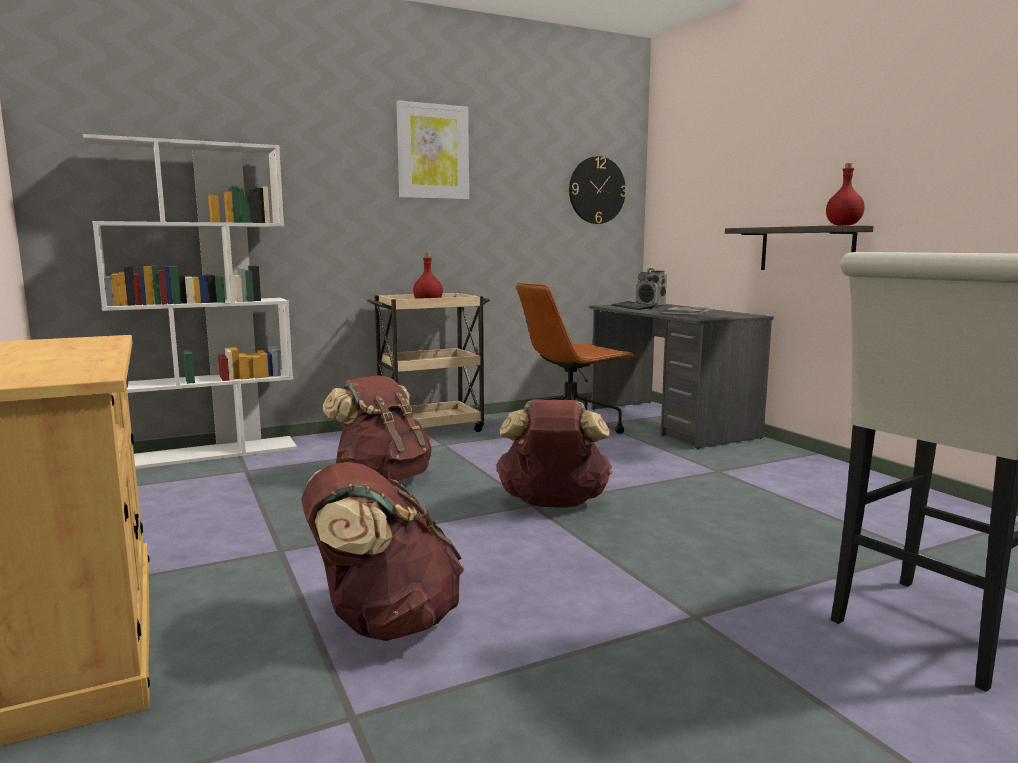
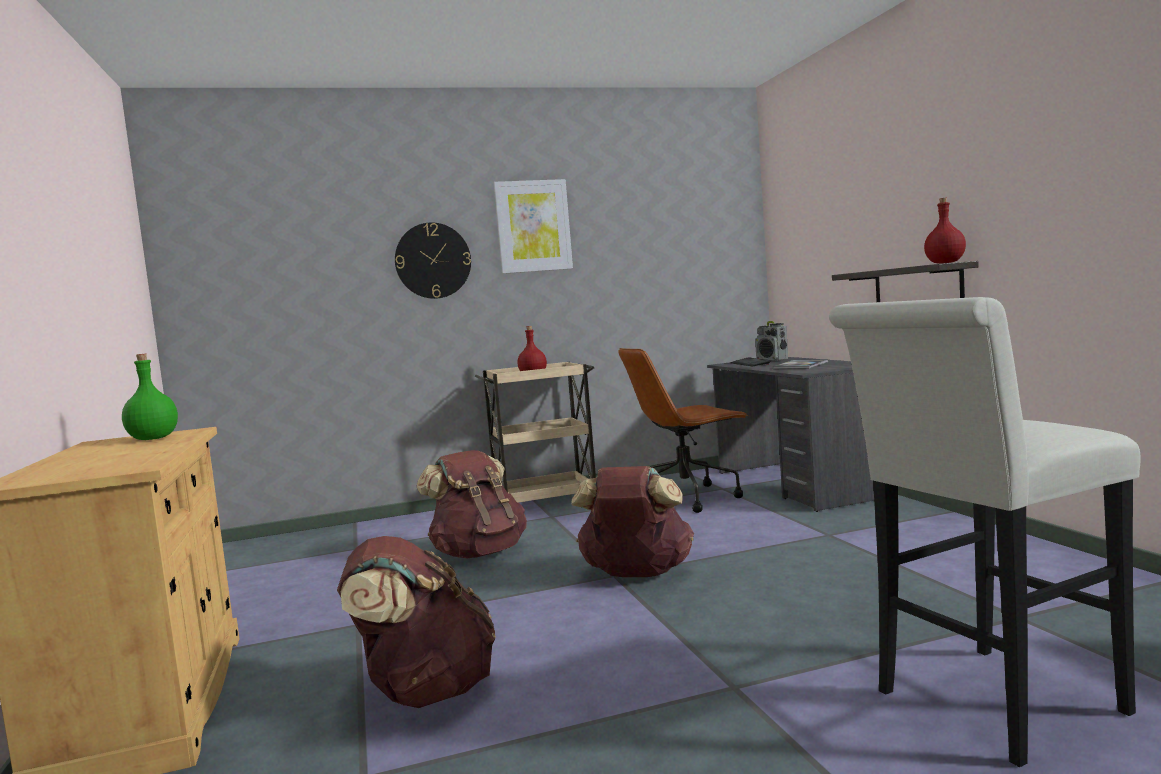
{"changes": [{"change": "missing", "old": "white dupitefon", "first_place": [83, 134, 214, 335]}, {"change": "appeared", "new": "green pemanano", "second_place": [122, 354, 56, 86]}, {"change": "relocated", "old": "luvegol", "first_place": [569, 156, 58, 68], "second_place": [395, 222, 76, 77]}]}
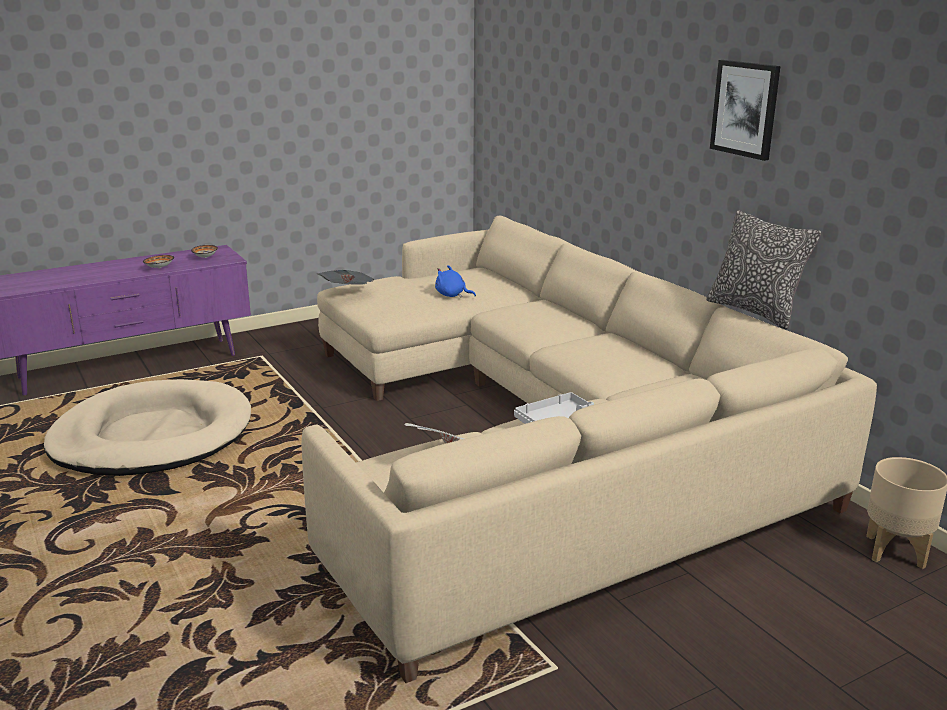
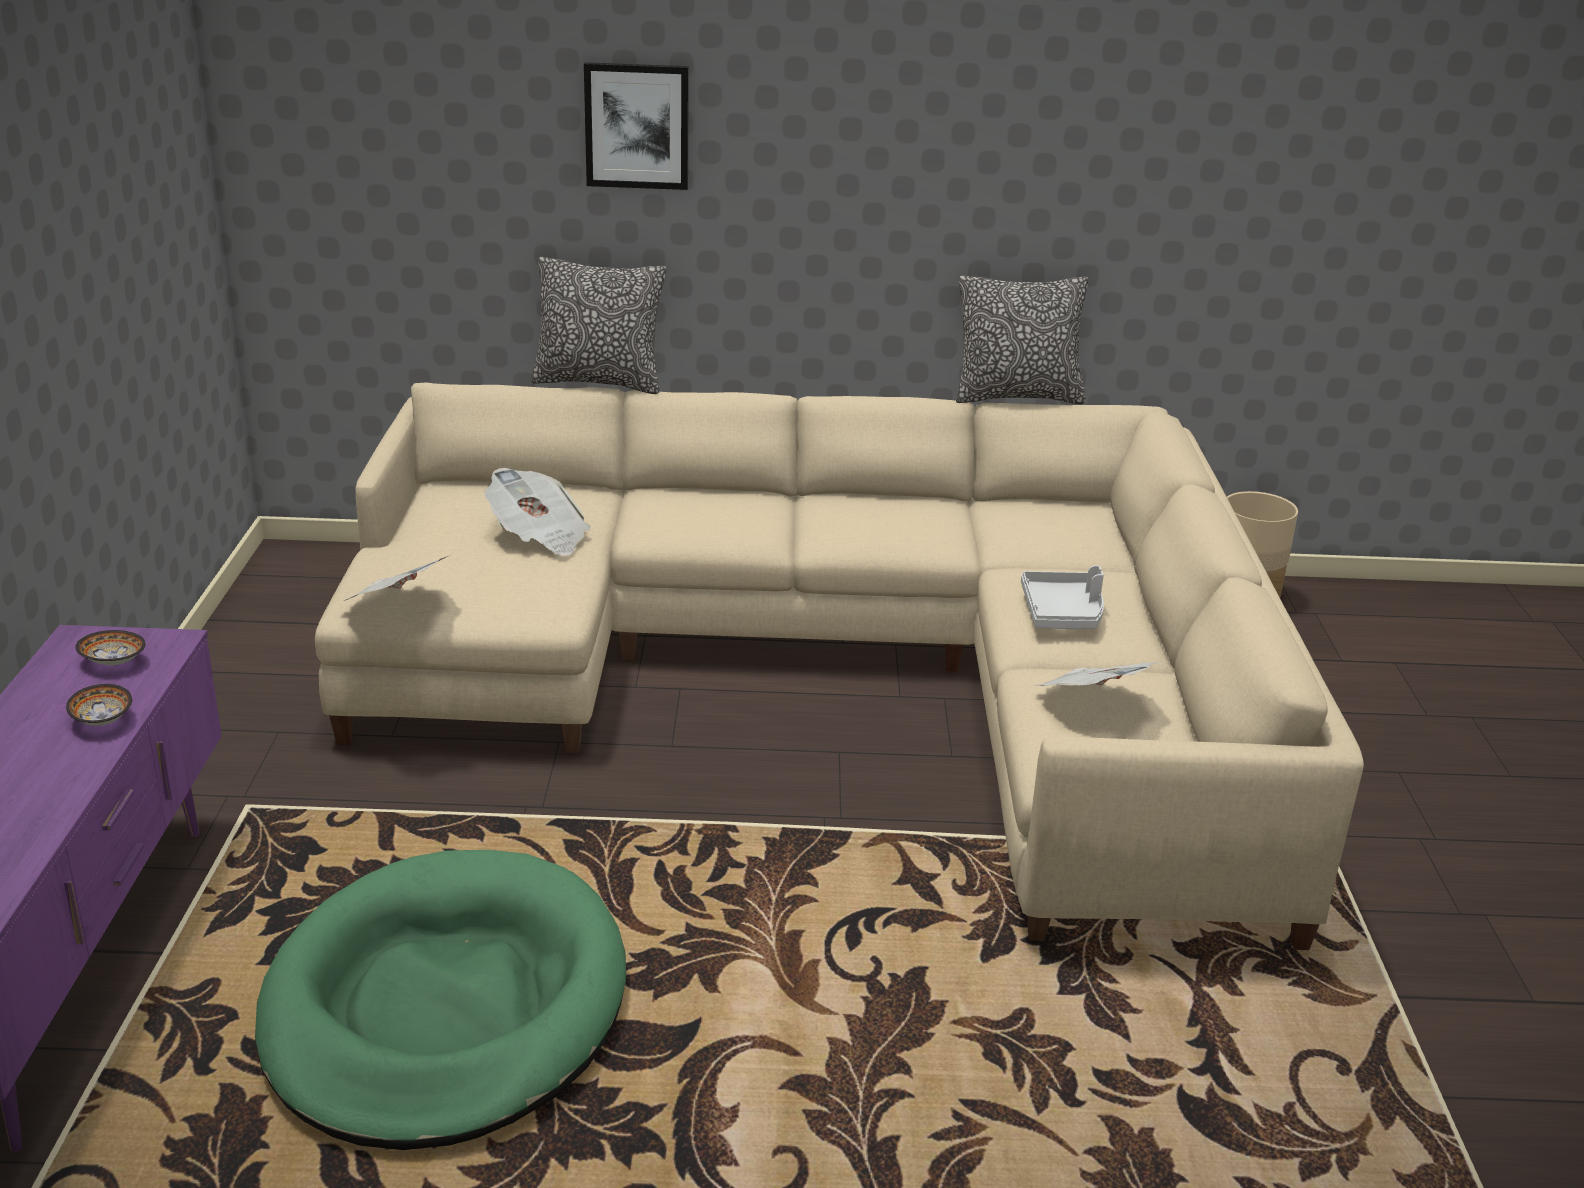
{"changes": [{"change": "appeared", "new": "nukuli", "second_place": [531, 257, 135, 137]}, {"change": "relocated", "old": "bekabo", "first_place": [710, 60, 71, 101], "second_place": [584, 62, 105, 128]}, {"change": "exchanged", "old": "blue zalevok", "new": "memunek", "first_place": [435, 265, 41, 33], "second_place": [484, 468, 107, 88]}, {"change": "colour", "old": "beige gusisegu", "new": "green gusisegu", "first_place": [44, 379, 207, 97], "second_place": [255, 850, 371, 300]}]}
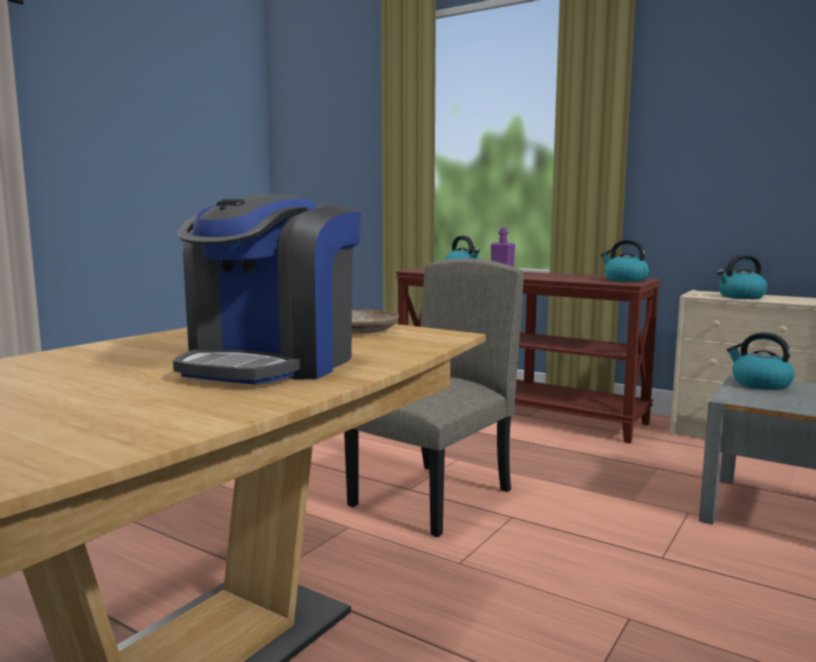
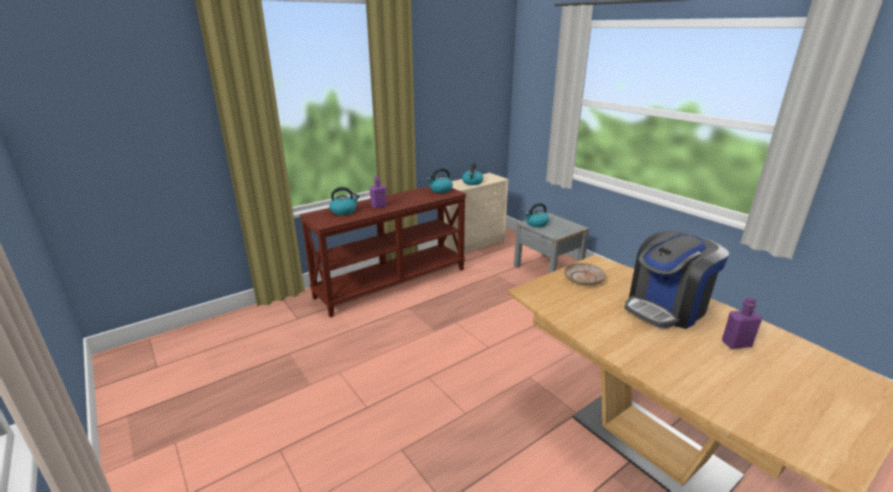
{"changes": [{"change": "missing", "old": "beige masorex", "first_place": [344, 258, 180, 279]}, {"change": "appeared", "new": "purple pemanano", "second_place": [722, 297, 40, 52]}, {"change": "spun", "old": "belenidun", "first_place": [173, 194, 188, 190], "second_place": [624, 231, 105, 98], "degrees": 105}]}
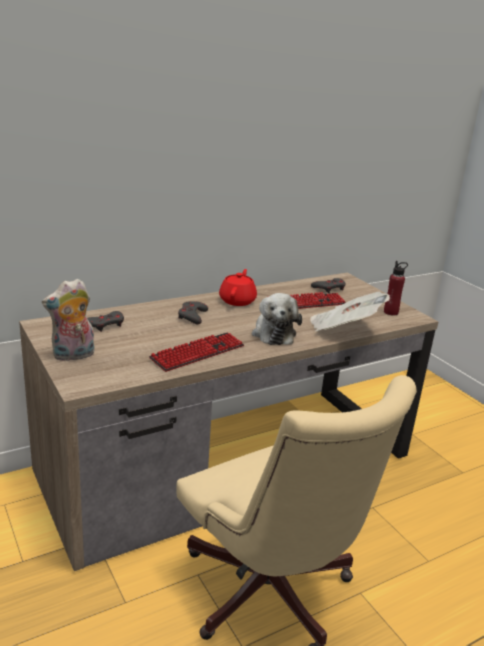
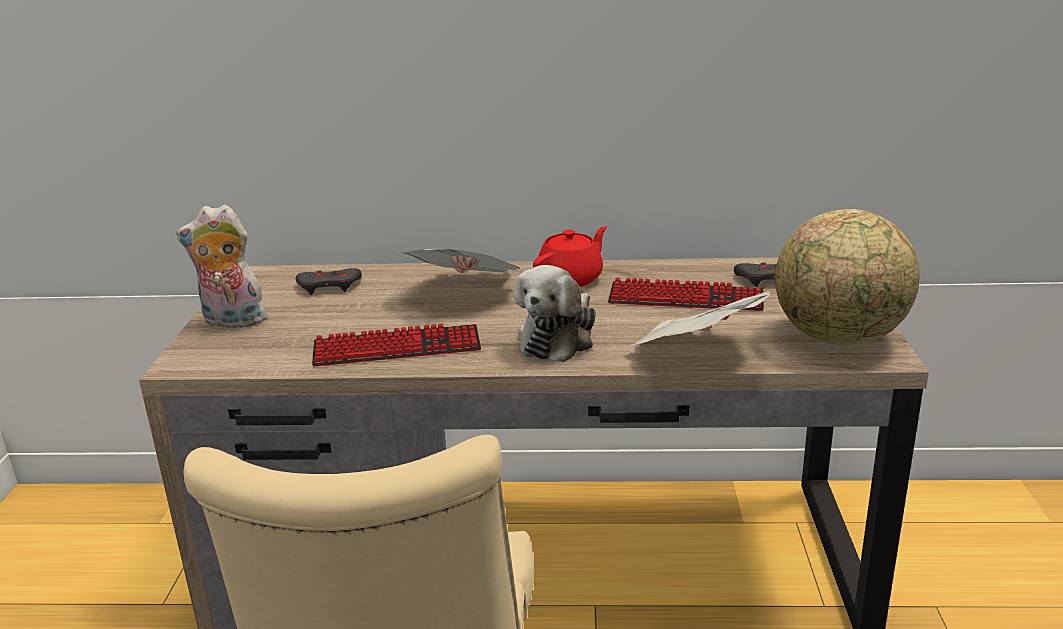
{"changes": [{"change": "exchanged", "old": "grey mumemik", "new": "memunek", "first_place": [178, 301, 30, 23], "second_place": [399, 249, 122, 24]}, {"change": "exchanged", "old": "red pemanano", "new": "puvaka", "first_place": [384, 261, 24, 55], "second_place": [775, 209, 145, 137]}]}
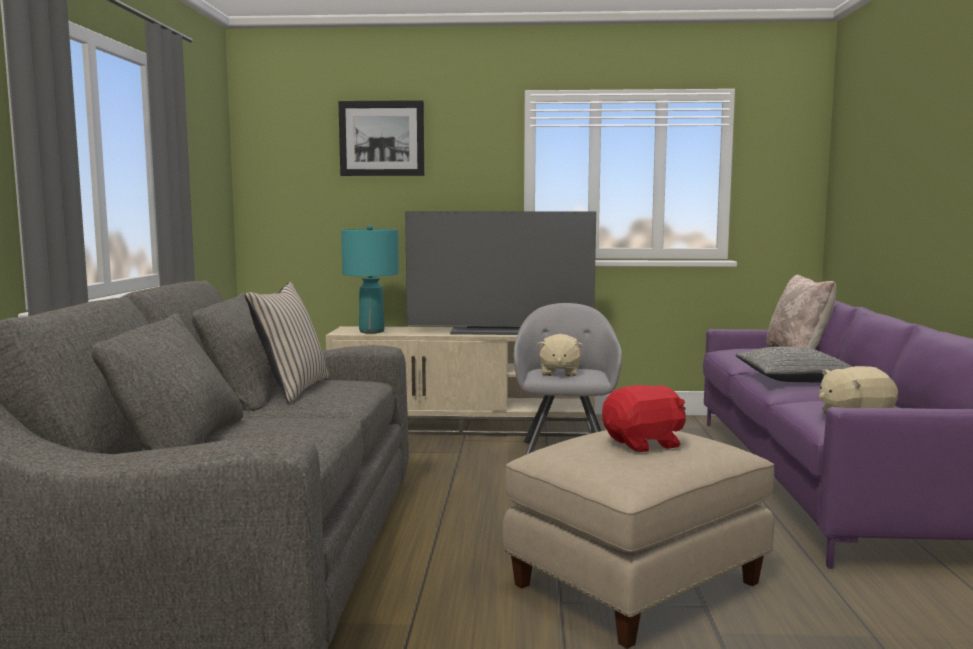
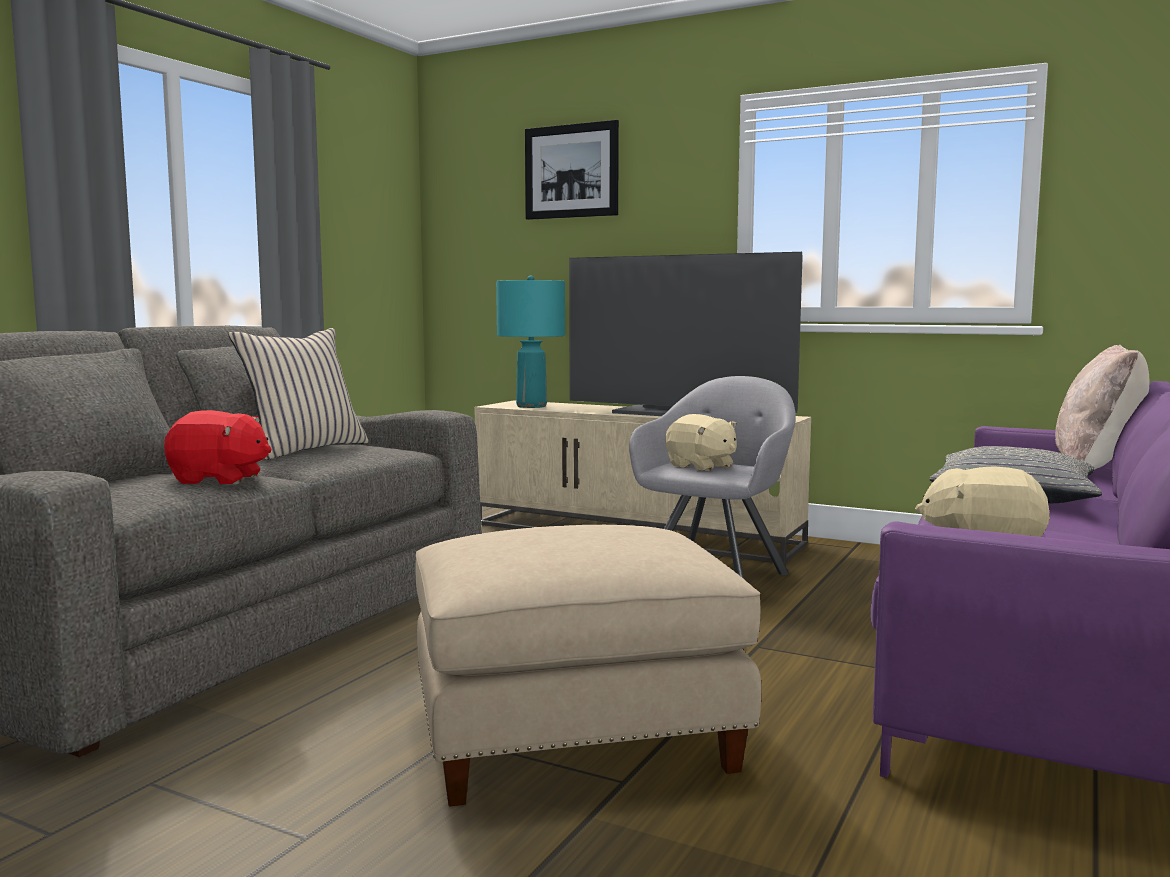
{"changes": [{"change": "relocated", "old": "red zalevok", "first_place": [602, 385, 84, 67], "second_place": [164, 410, 108, 75]}, {"change": "spun", "old": "beige zalevok", "first_place": [537, 334, 46, 43], "second_place": [665, 414, 72, 57], "degrees": -75}]}
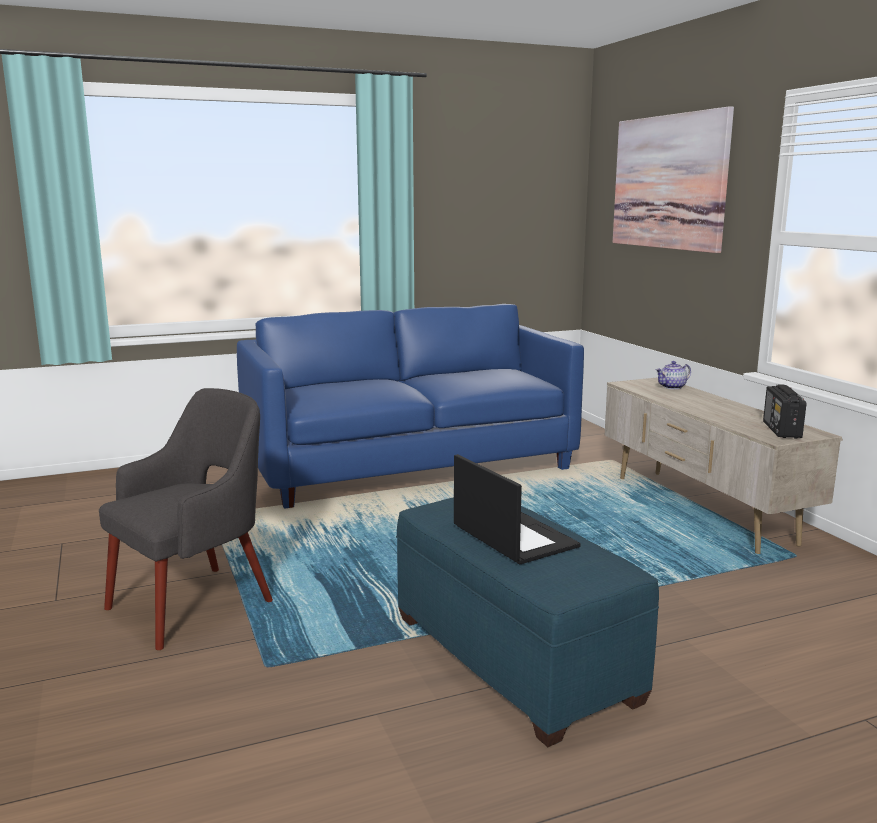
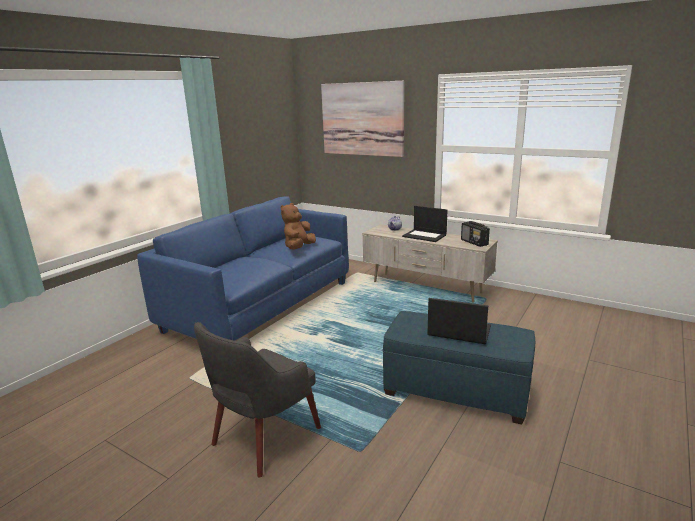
{"changes": [{"change": "appeared", "new": "brown zalevok", "second_place": [281, 203, 35, 47]}, {"change": "appeared", "new": "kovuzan", "second_place": [402, 206, 46, 36]}, {"change": "spun", "old": "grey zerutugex", "first_place": [99, 388, 174, 262], "second_place": [194, 322, 127, 156], "degrees": -150}]}
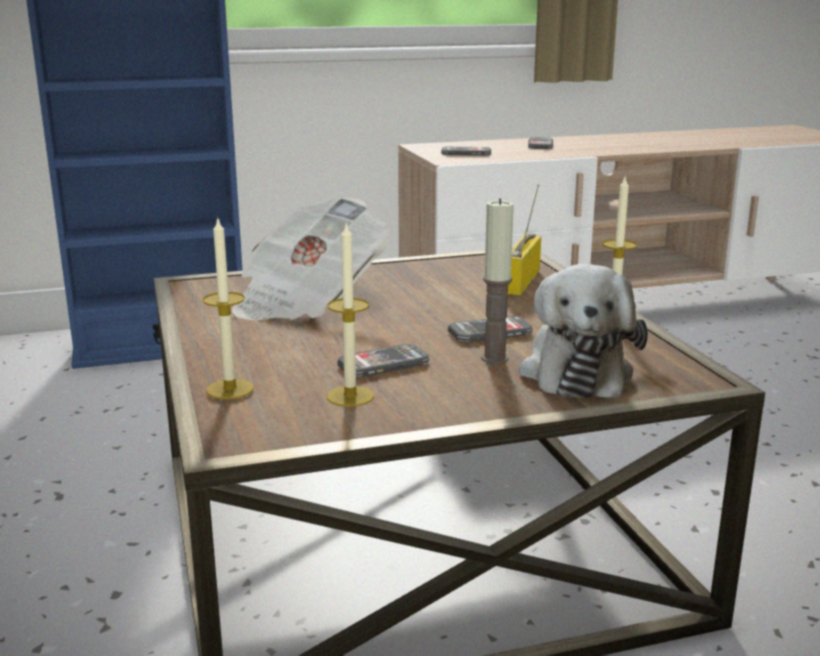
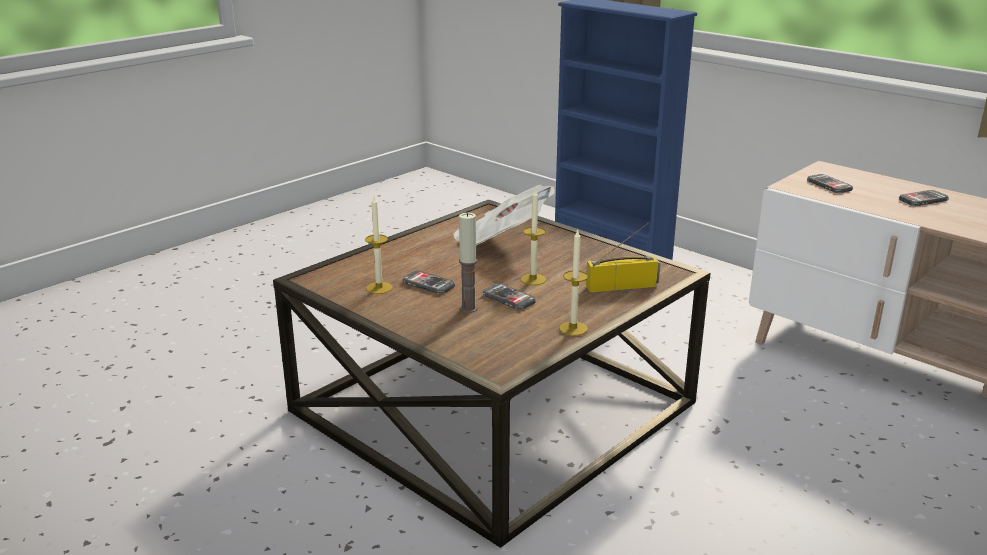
{"changes": [{"change": "missing", "old": "zalevok", "first_place": [519, 264, 129, 134]}, {"change": "relocated", "old": "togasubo", "first_place": [203, 216, 51, 183], "second_place": [520, 190, 26, 95]}]}
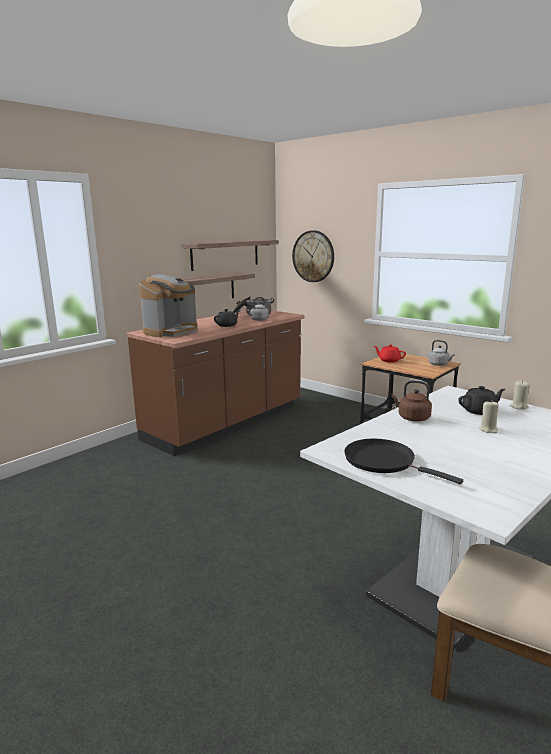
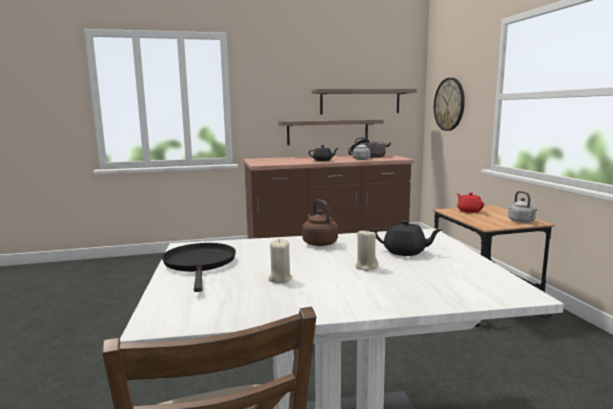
{"changes": [{"change": "missing", "old": "belenidun", "first_place": [139, 274, 58, 63]}, {"change": "relocated", "old": "beige togasubo", "first_place": [509, 380, 21, 30], "second_place": [268, 239, 24, 44]}]}
